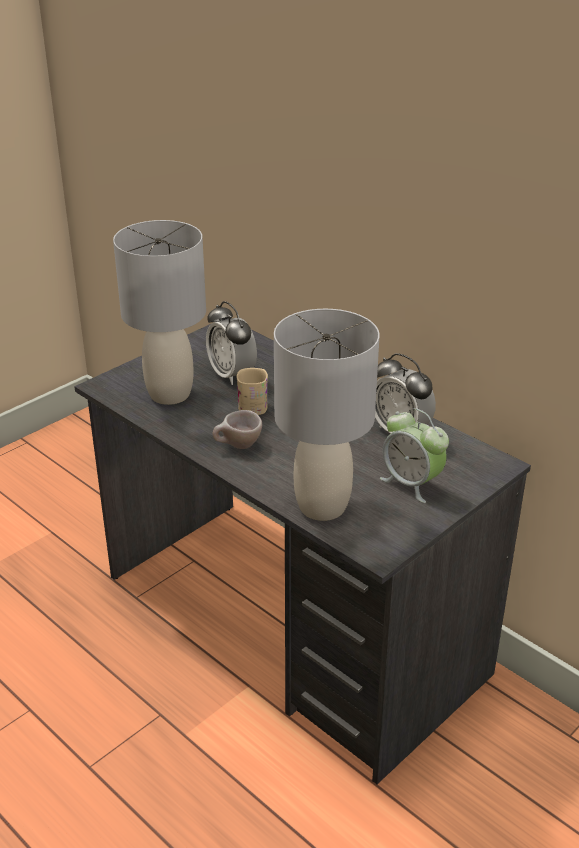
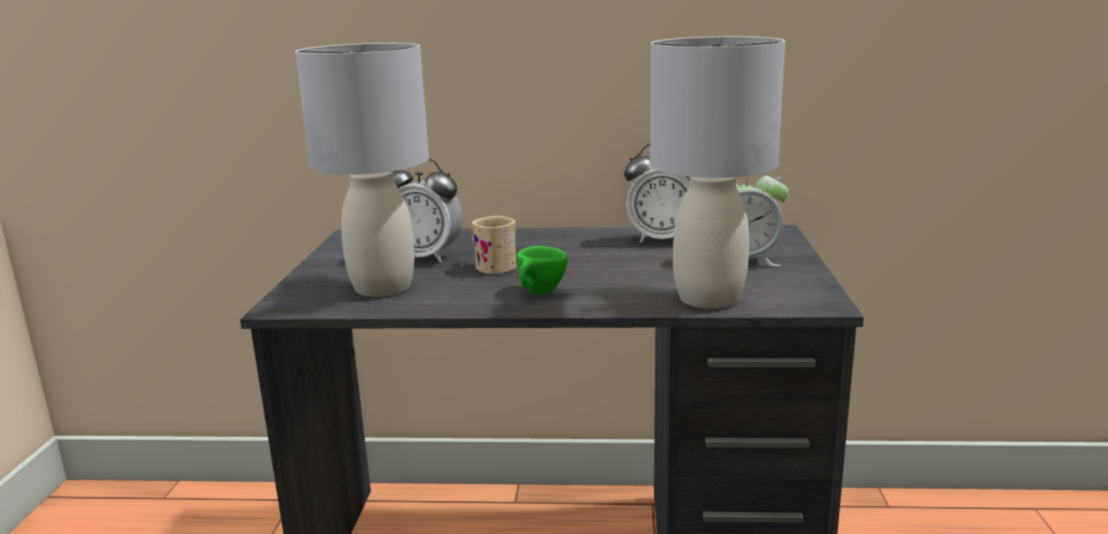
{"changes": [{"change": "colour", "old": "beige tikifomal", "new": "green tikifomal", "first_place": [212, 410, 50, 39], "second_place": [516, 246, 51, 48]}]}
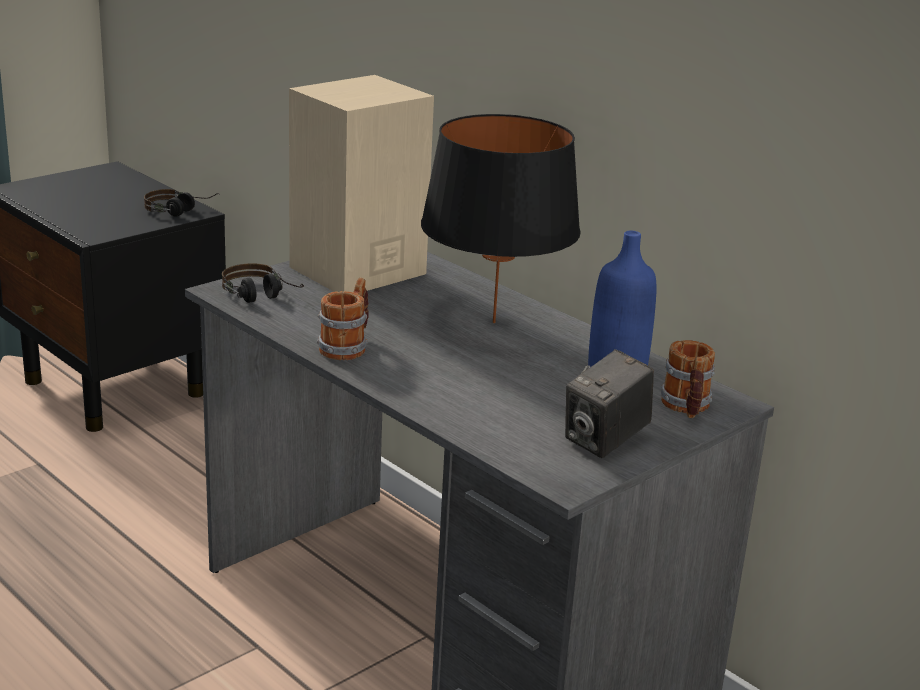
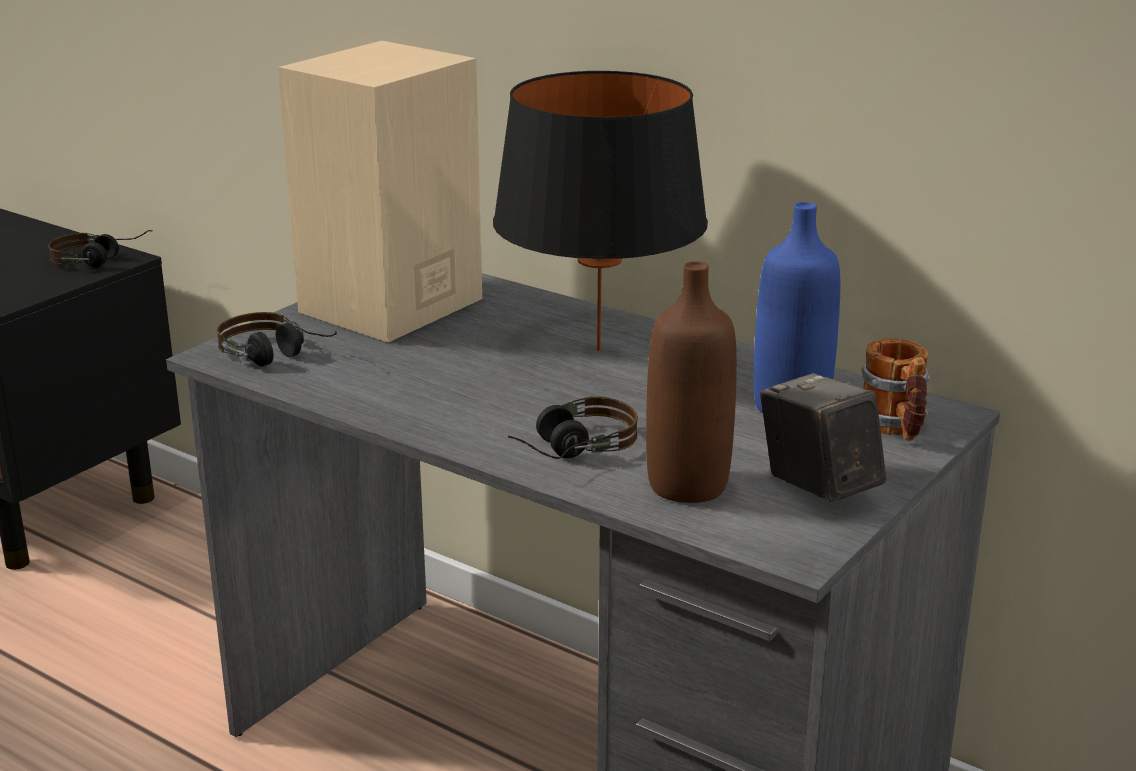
{"changes": [{"change": "missing", "old": "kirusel", "first_place": [317, 277, 52, 83]}, {"change": "appeared", "new": "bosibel", "second_place": [508, 396, 130, 63]}, {"change": "appeared", "new": "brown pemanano", "second_place": [646, 261, 91, 242]}, {"change": "spun", "old": "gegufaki", "first_place": [565, 349, 89, 109], "second_place": [760, 373, 126, 129], "degrees": 120}]}
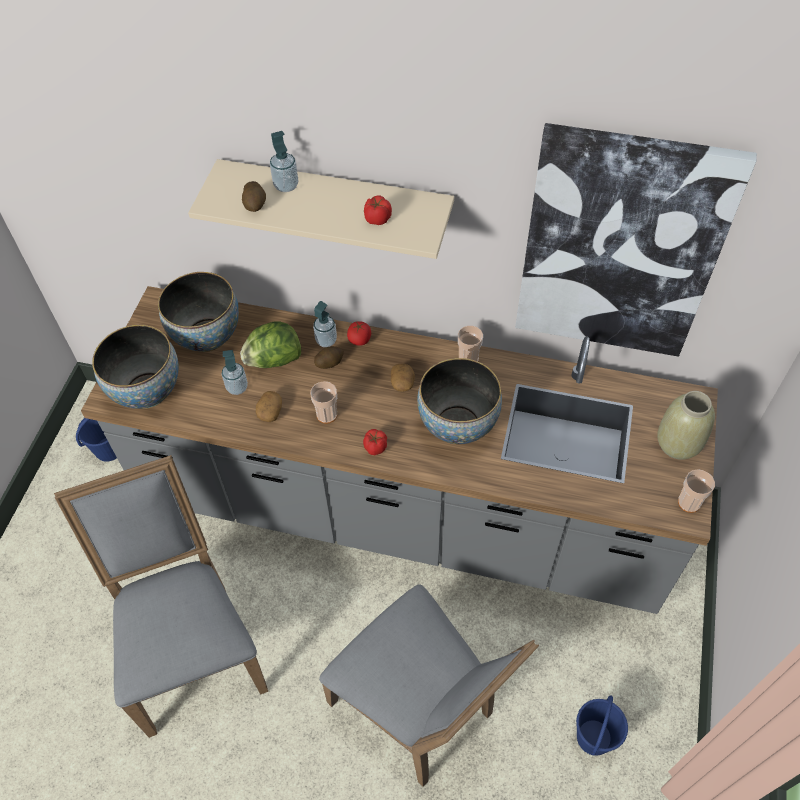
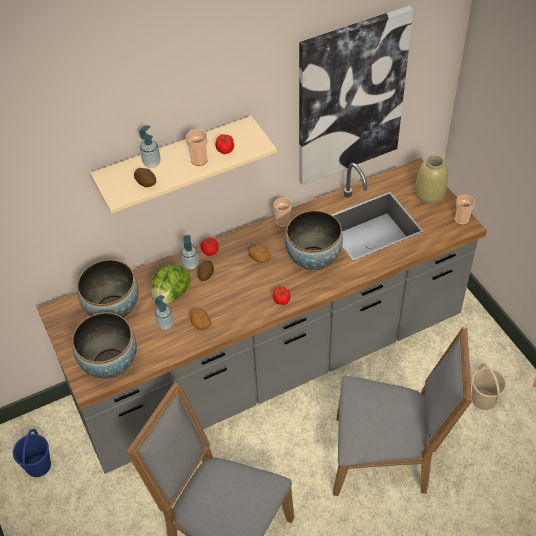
{"changes": [{"change": "relocated", "old": "tikifomal", "first_place": [310, 381, 27, 43], "second_place": [186, 129, 22, 37]}, {"change": "colour", "old": "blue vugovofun", "new": "beige vugovofun", "first_place": [576, 695, 52, 61], "second_place": [472, 363, 35, 47]}]}
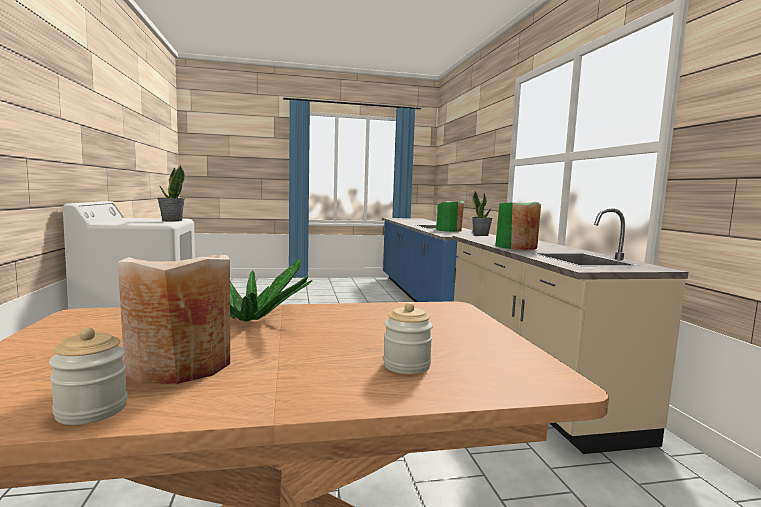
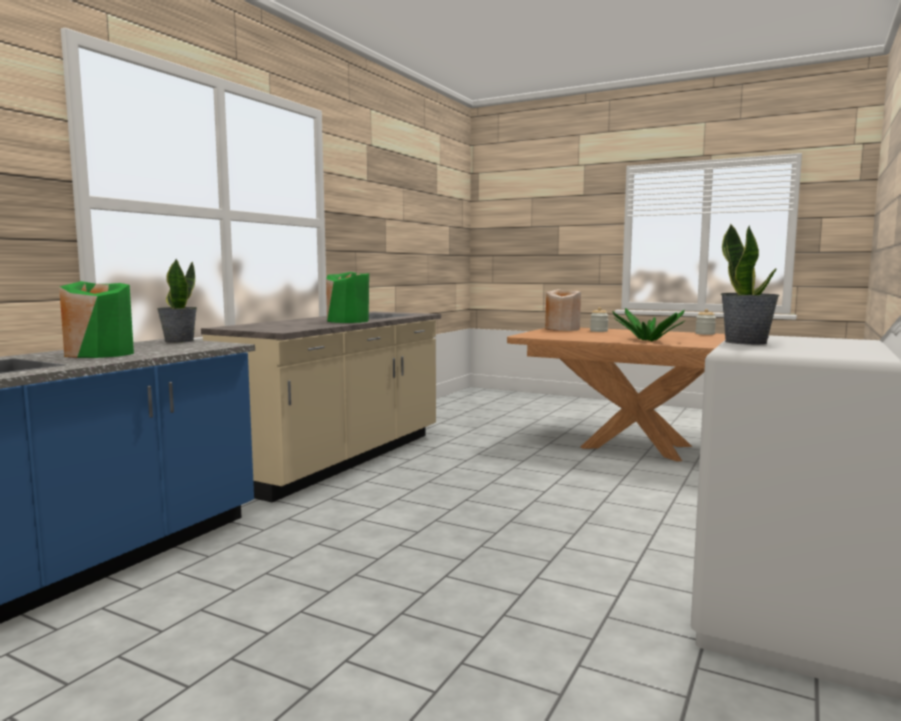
{"changes": [{"change": "relocated", "old": "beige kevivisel", "first_place": [118, 255, 112, 129], "second_place": [545, 289, 36, 42]}]}
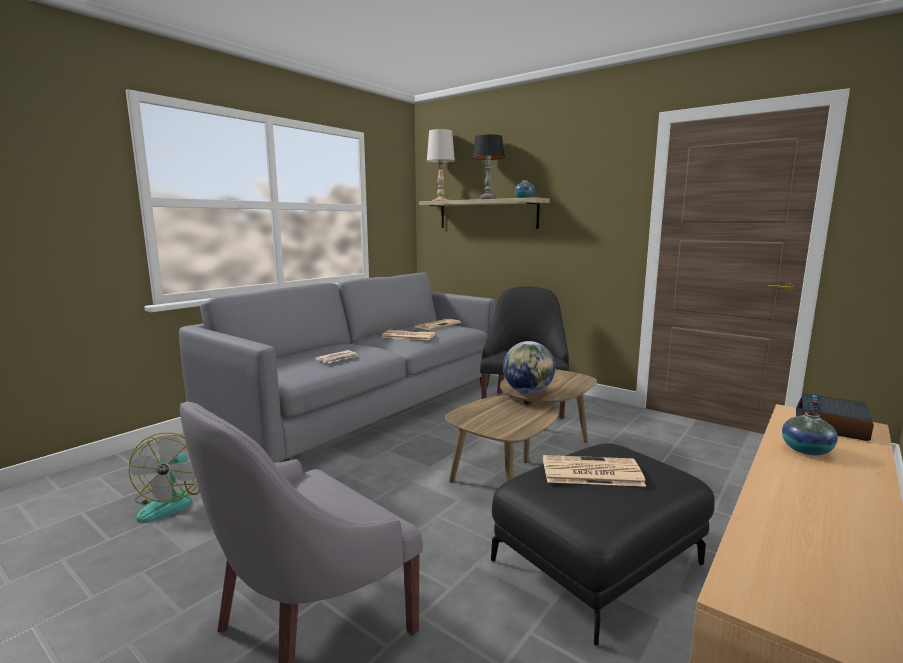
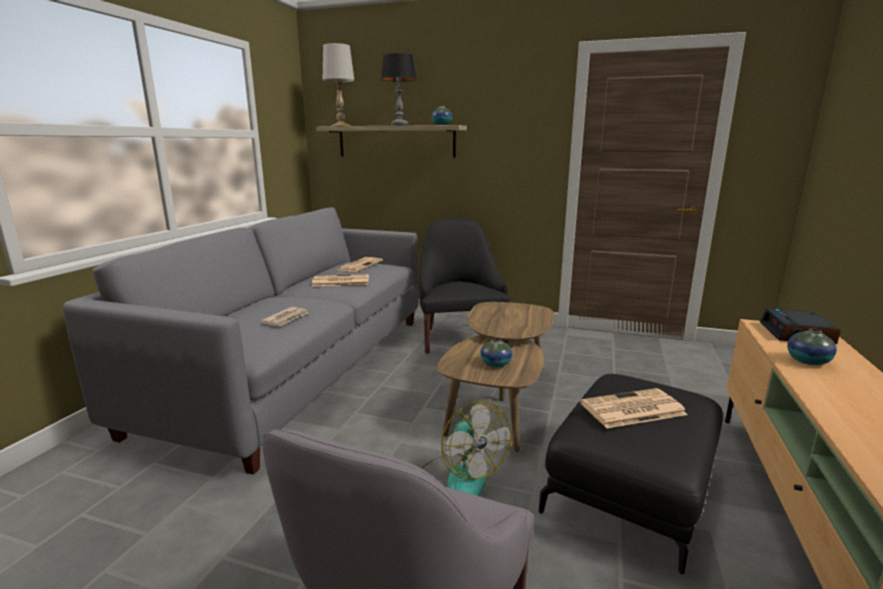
{"changes": [{"change": "missing", "old": "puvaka", "first_place": [503, 341, 52, 53]}, {"change": "appeared", "new": "kevivisel", "second_place": [481, 338, 31, 29]}, {"change": "relocated", "old": "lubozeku", "first_place": [129, 433, 71, 89], "second_place": [422, 401, 90, 95]}]}
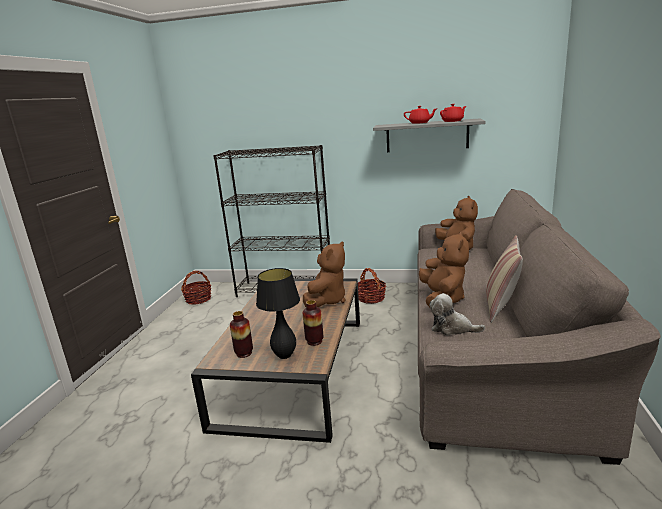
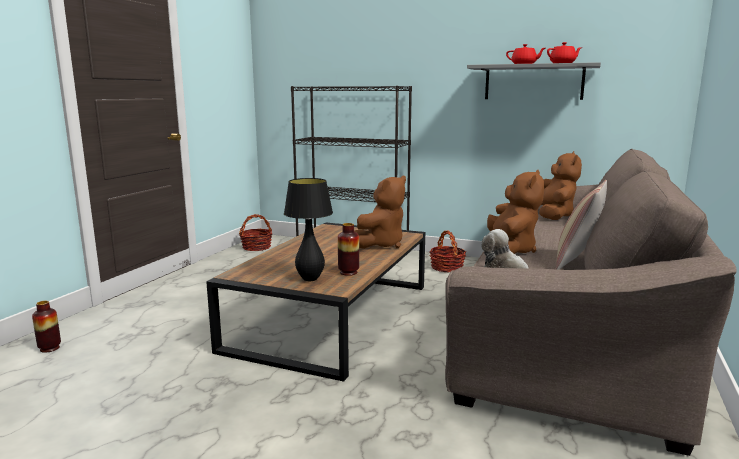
{"changes": [{"change": "relocated", "old": "kevivisel", "first_place": [230, 311, 23, 47], "second_place": [32, 301, 29, 52]}]}
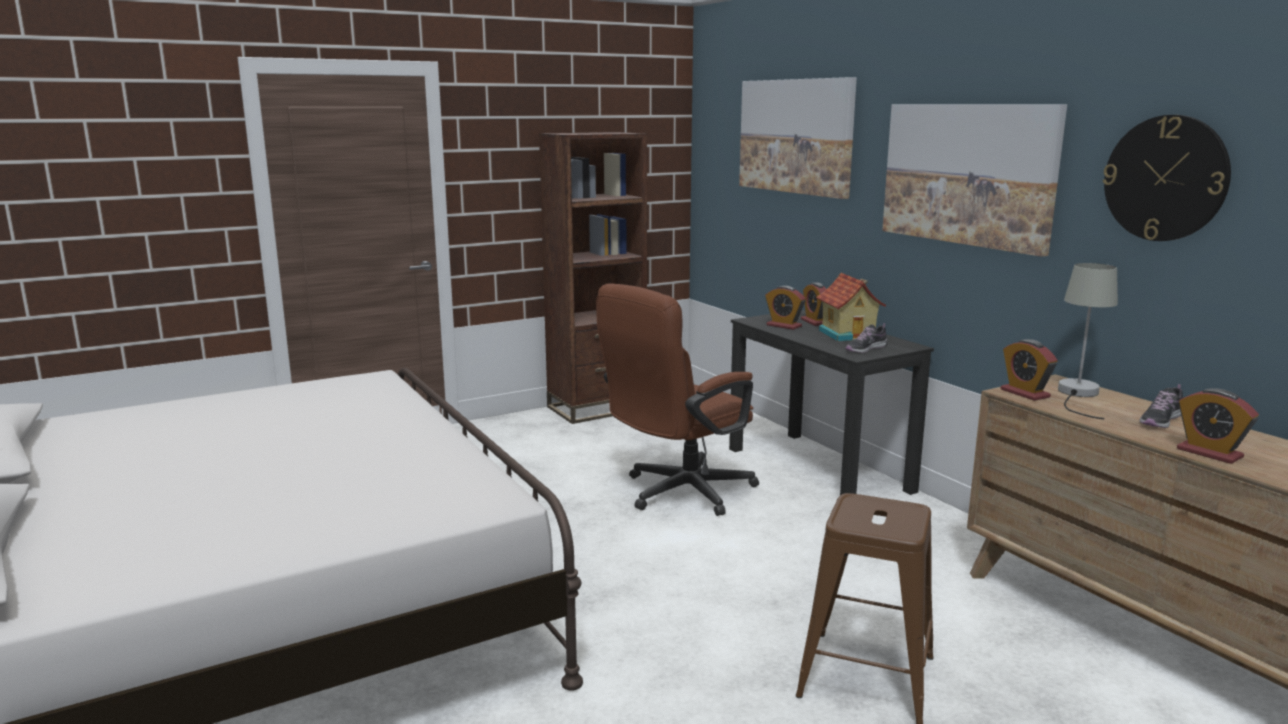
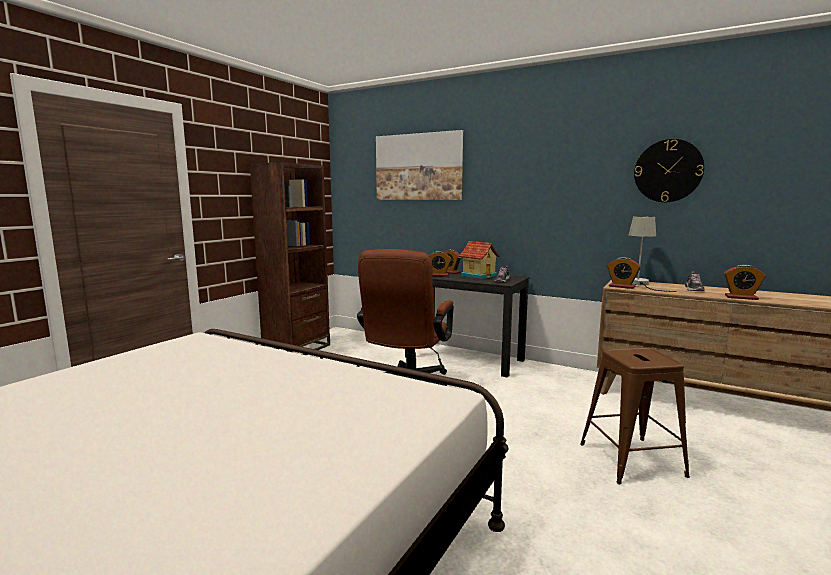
{"changes": [{"change": "missing", "old": "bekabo", "first_place": [882, 104, 185, 153]}]}
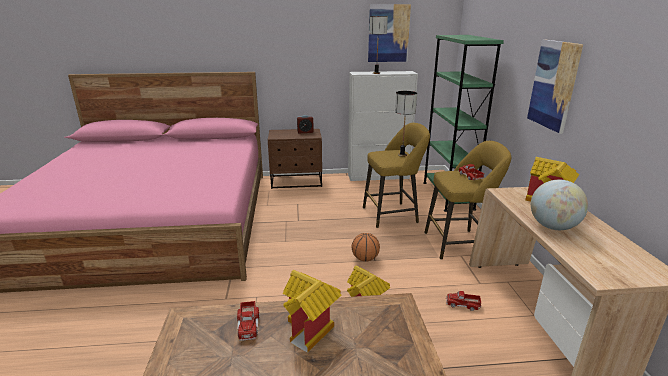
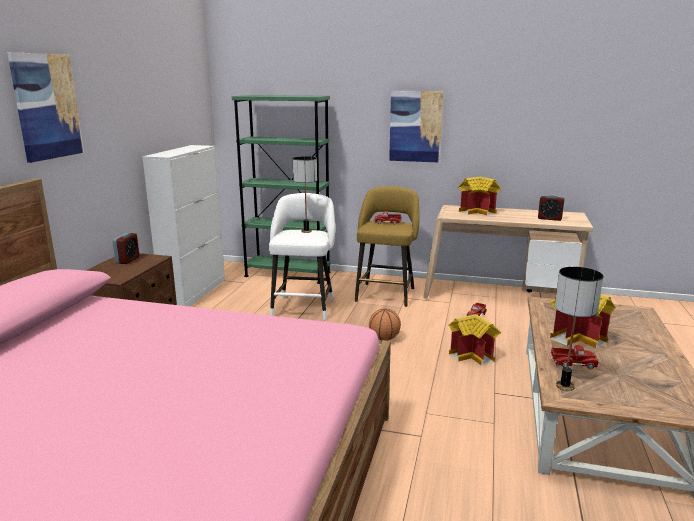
{"changes": [{"change": "missing", "old": "puvaka", "first_place": [531, 180, 57, 50]}, {"change": "appeared", "new": "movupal", "second_place": [538, 194, 26, 27]}, {"change": "relocated", "old": "bekabo", "first_place": [368, 4, 43, 58], "second_place": [7, 52, 77, 111]}, {"change": "relocated", "old": "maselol", "first_place": [369, 16, 19, 58], "second_place": [555, 267, 48, 124]}, {"change": "colour", "old": "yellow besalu", "new": "white besalu", "first_place": [363, 123, 67, 105], "second_place": [269, 193, 66, 128]}]}
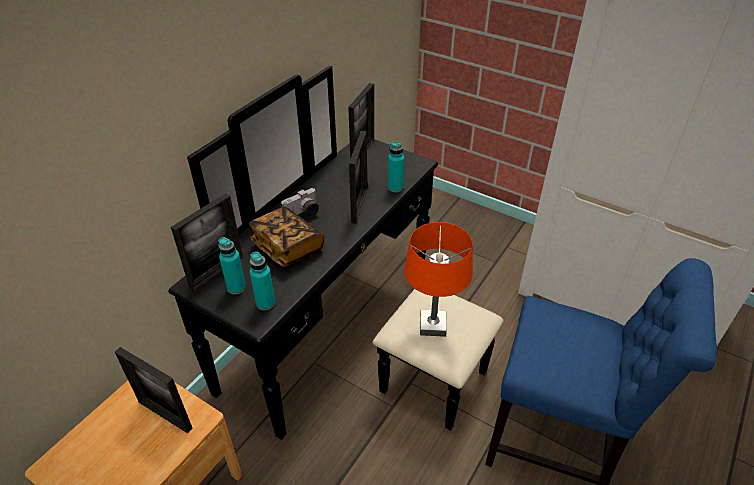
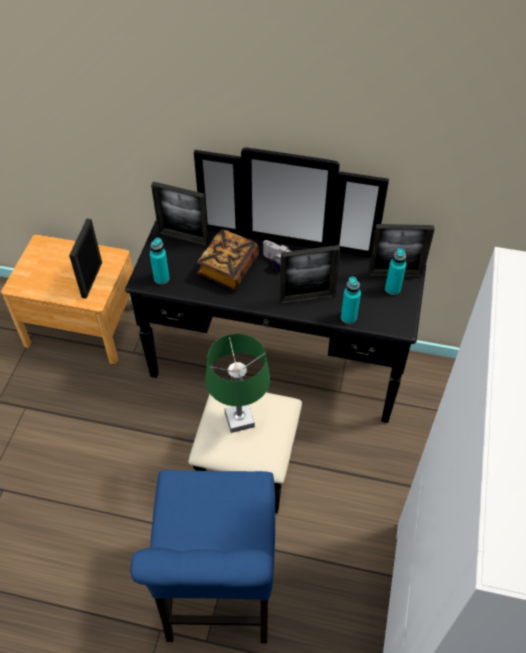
{"changes": [{"change": "relocated", "old": "turquoise pemanano", "first_place": [218, 237, 28, 58], "second_place": [385, 248, 21, 47]}, {"change": "colour", "old": "orange maselol", "new": "green maselol", "first_place": [404, 222, 69, 115], "second_place": [205, 334, 65, 99]}]}
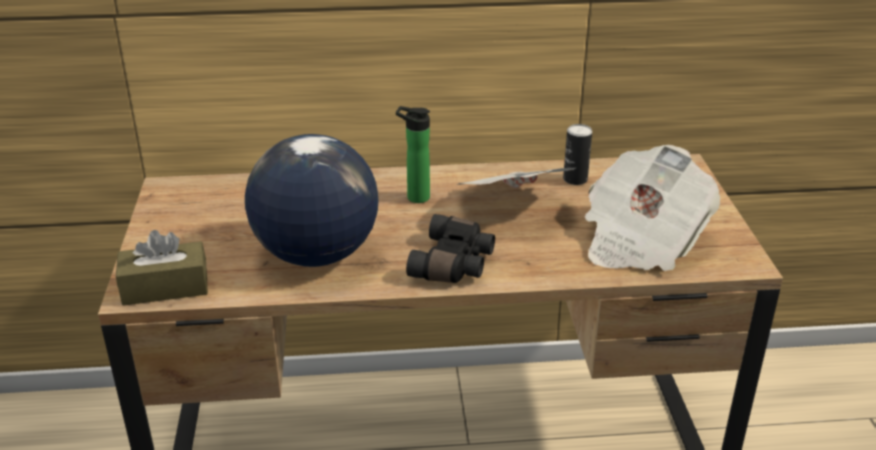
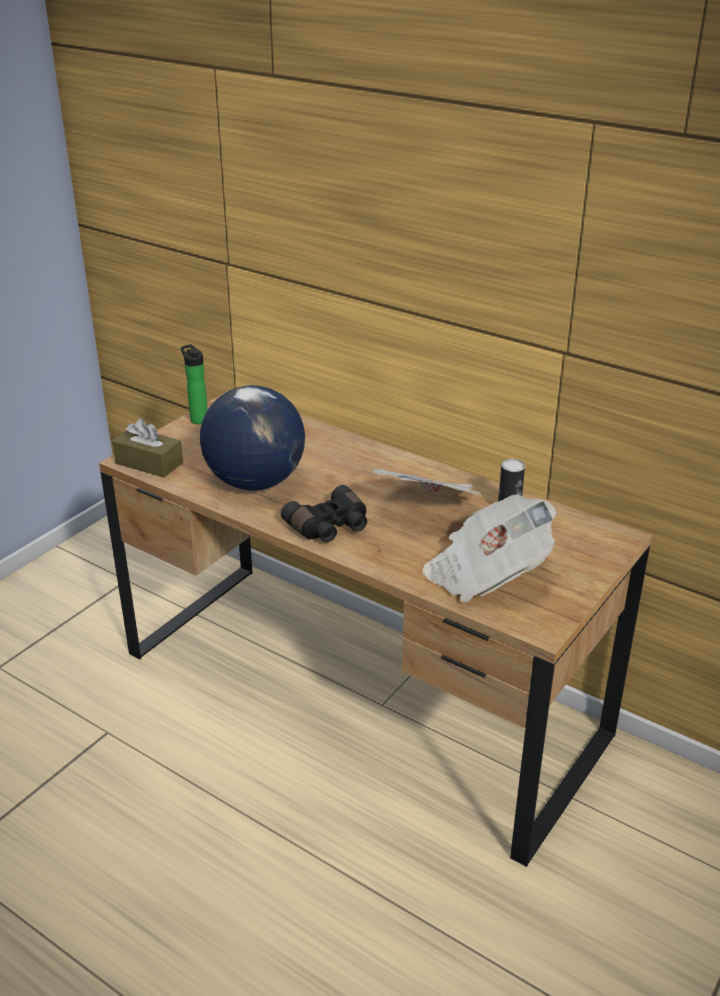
{"changes": [{"change": "relocated", "old": "pemanano", "first_place": [396, 106, 34, 97], "second_place": [181, 344, 27, 80]}]}
